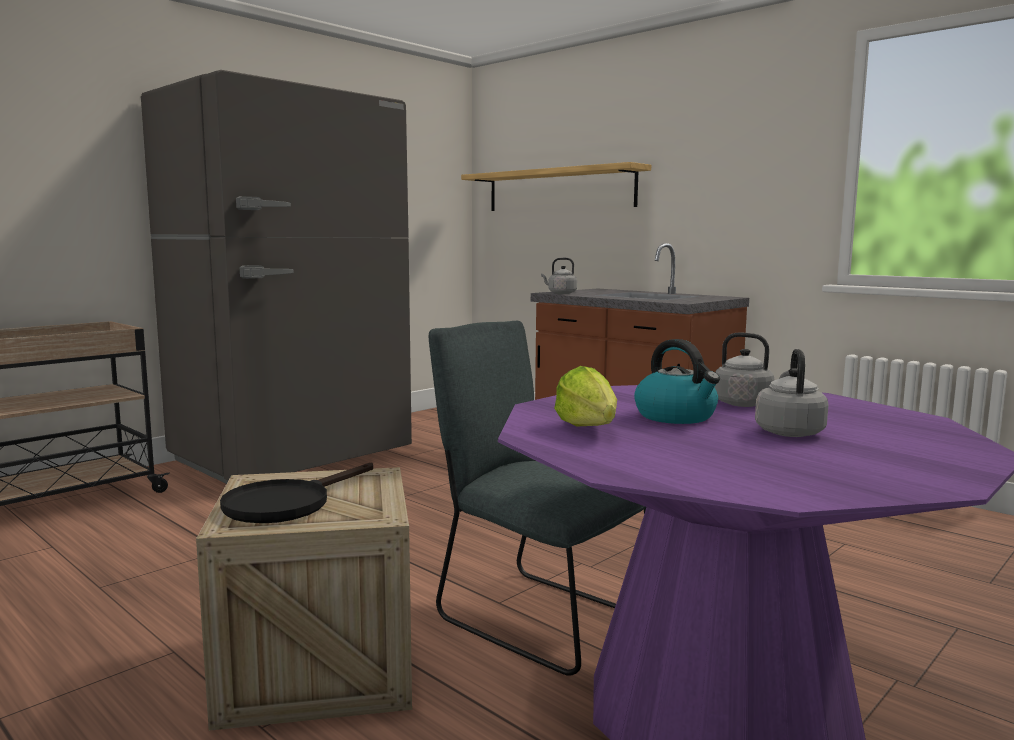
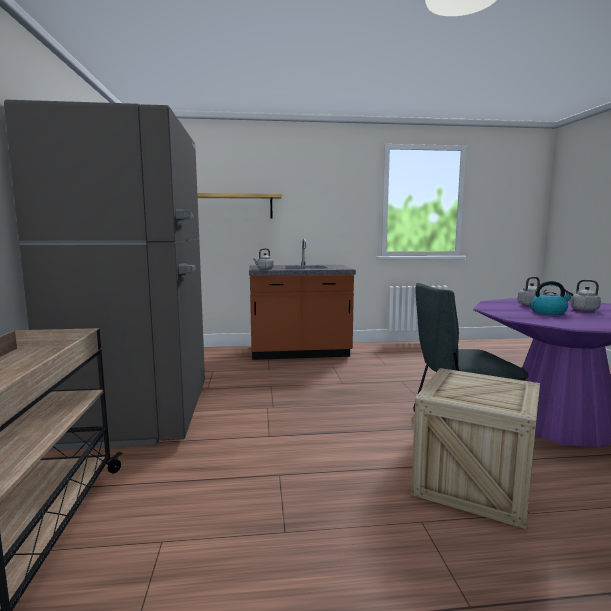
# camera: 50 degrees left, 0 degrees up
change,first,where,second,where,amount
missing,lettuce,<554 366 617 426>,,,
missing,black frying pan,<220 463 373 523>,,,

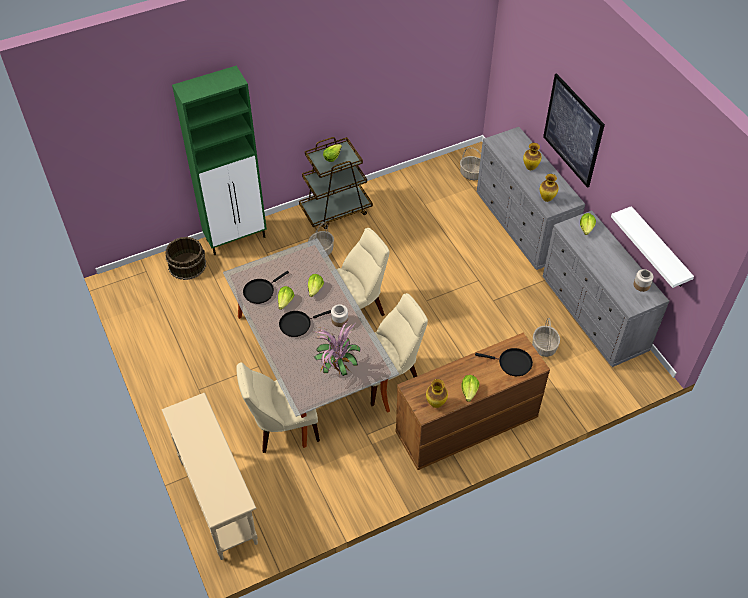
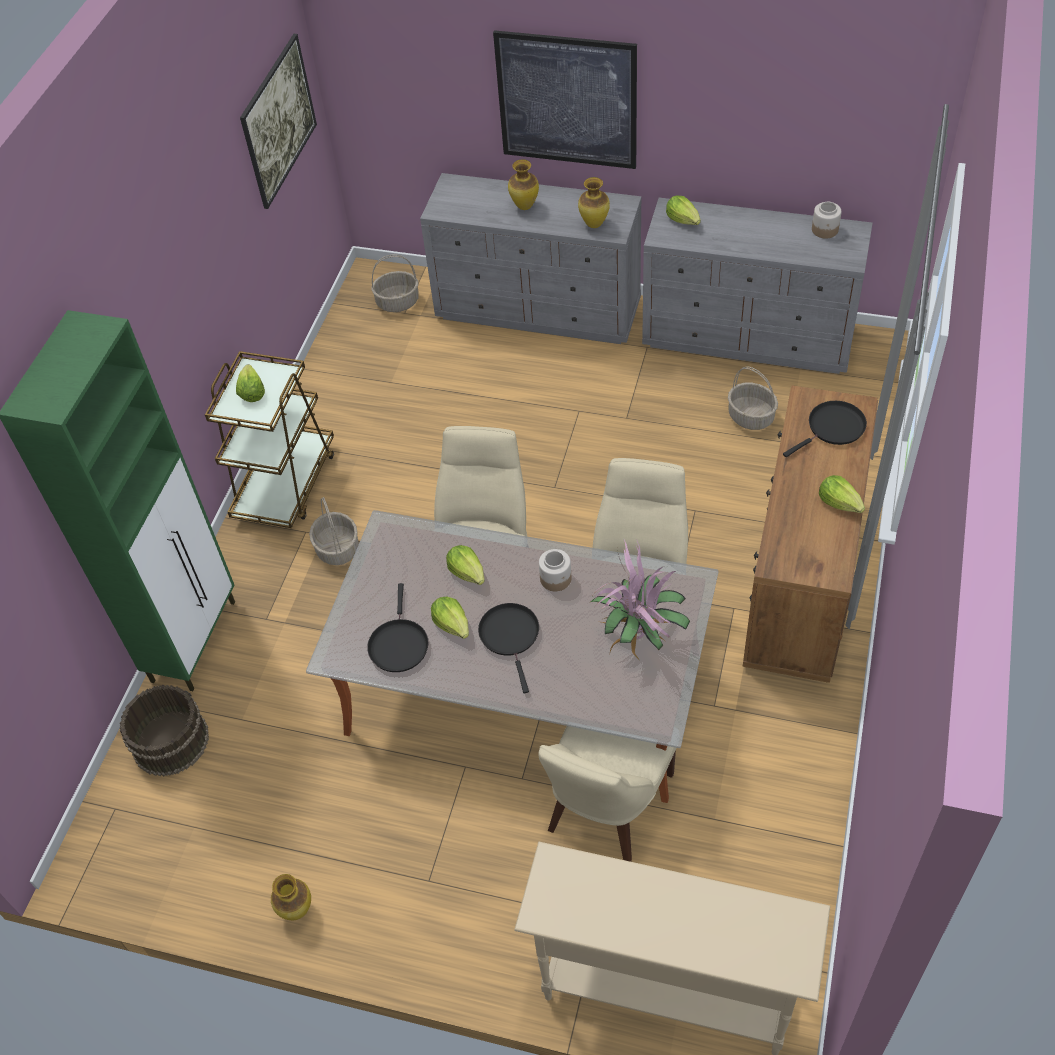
# camera: 45 degrees left, 0 degrees up
change,first,where,second,where,amount
missing,white shelf,<611 206 694 288>,,,
spun,black frying pan,<279 310 331 337>,,<478 603 539 693>,150 degrees clockwise
relocated,vase,<426 379 448 408>,,<271 874 311 920>,
appeared,,,picture,<240 34 317 209>,

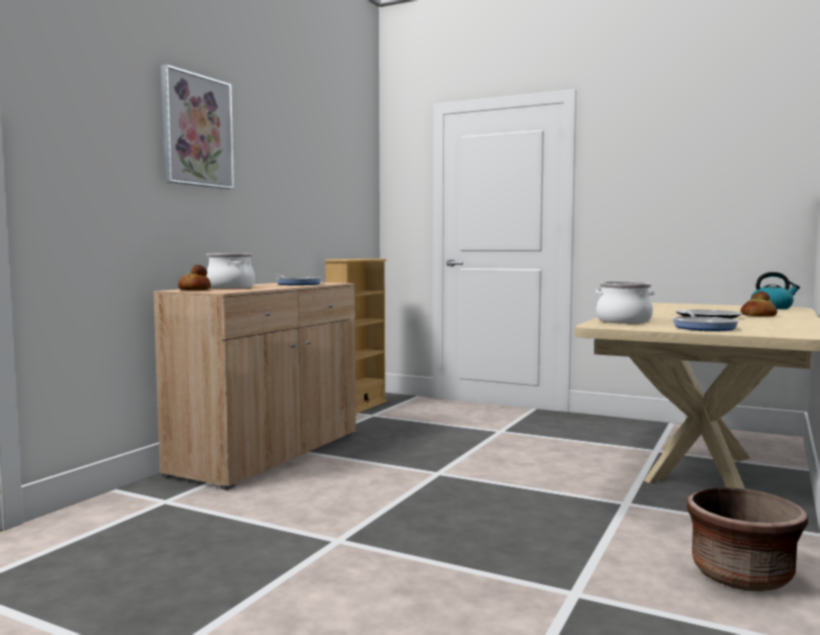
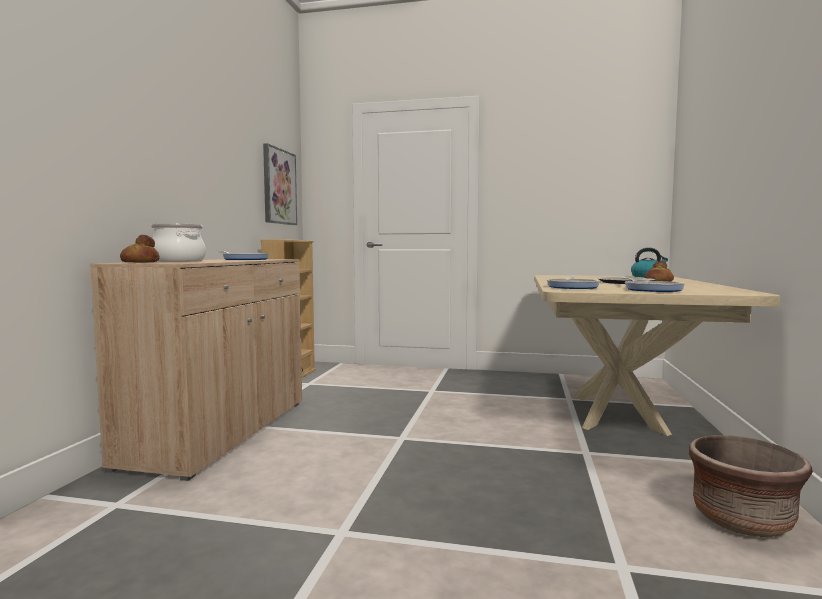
# camera: 15 degrees left, 0 degrees up
change,first,where,second,where,amount
relocated,picture,<160 64 234 189>,,<263 143 297 225>,
exchanged,cooking pot,<595 282 655 324>,frying pan,<547 276 600 289>,

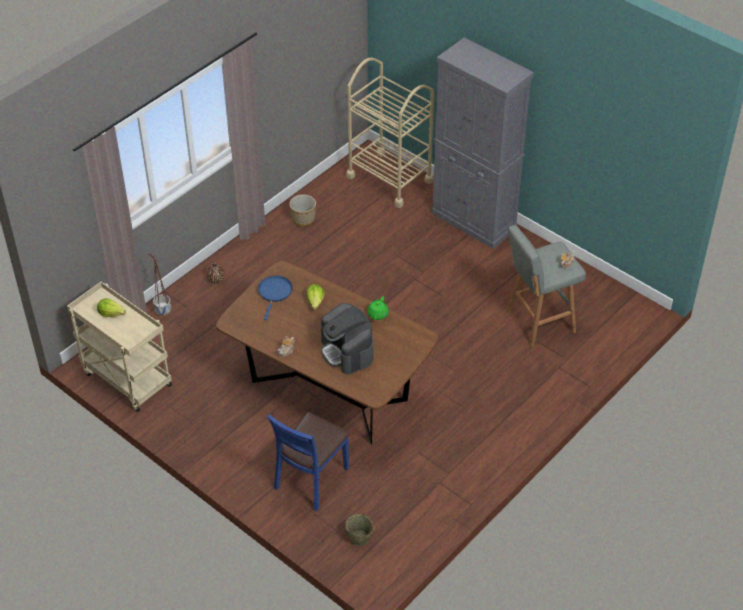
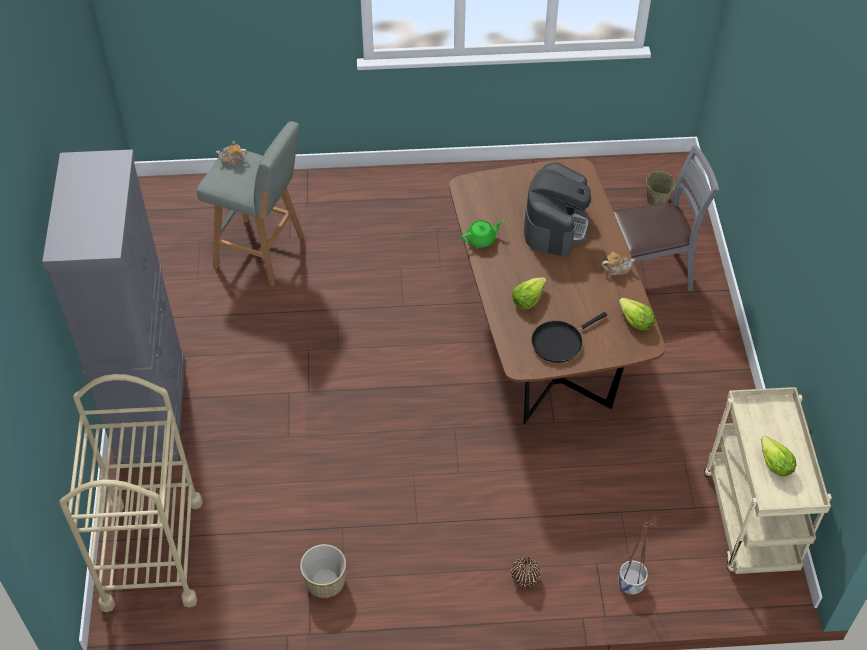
# camera: 135 degrees left, 5 degrees up
change,first,where,second,where,amount
colour,blue frying pan,<258 275 293 320>,black frying pan,<531 312 607 363>,
colour,blue chair,<267 412 350 511>,grey chair,<613 145 719 291>,
appeared,,,lettuce,<619 297 655 331>,

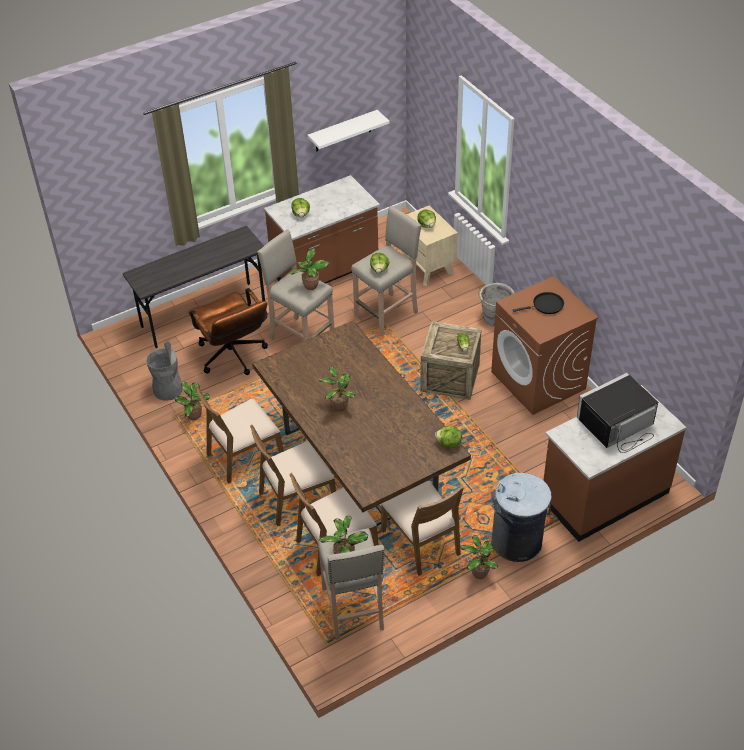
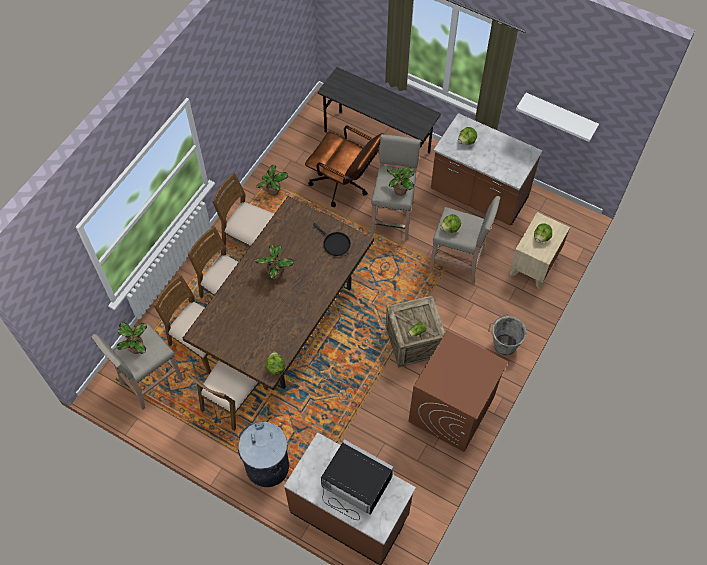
# camera: 60 degrees right, 15 degrees up
change,first,where,second,where,amount
spun,brown office chair,<188 288 268 375>,,<305 126 383 207>,90 degrees counterclockwise
relocated,black frying pan,<513 292 564 314>,,<313 223 351 256>,
missing,grey trash can,<146 342 183 401>,,,
missing,potted plant,<461 535 498 579>,,,

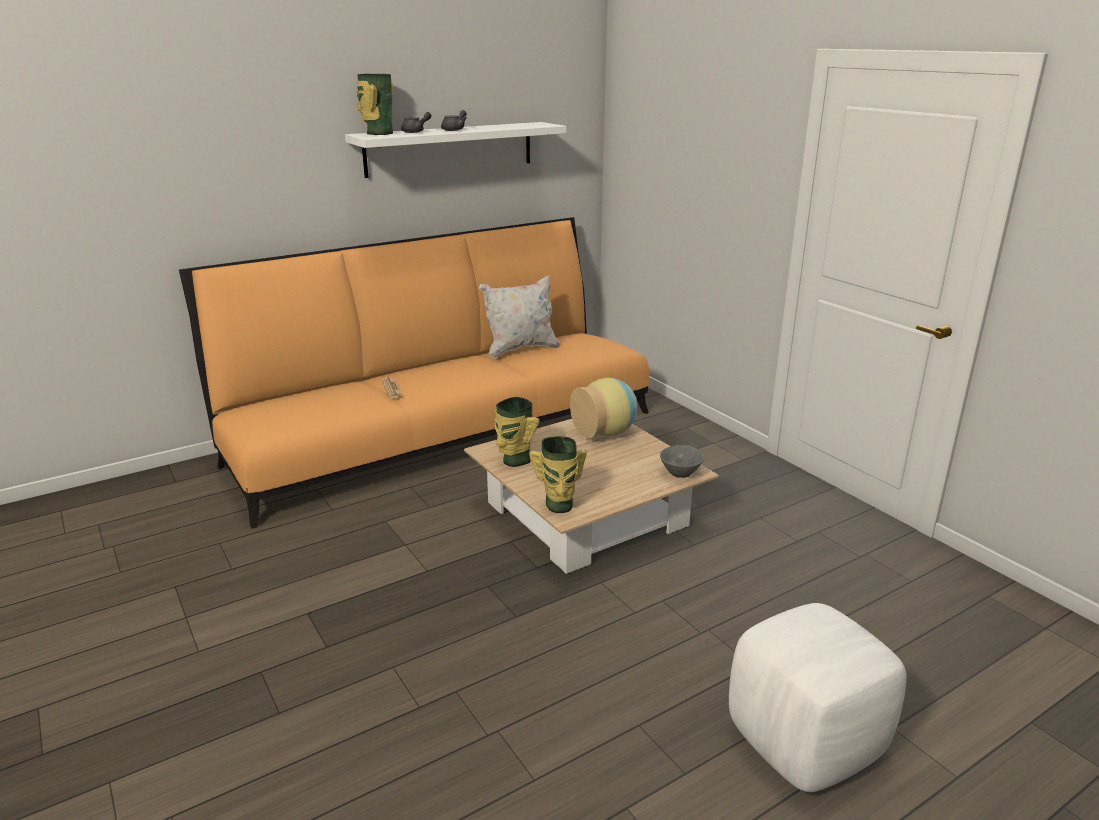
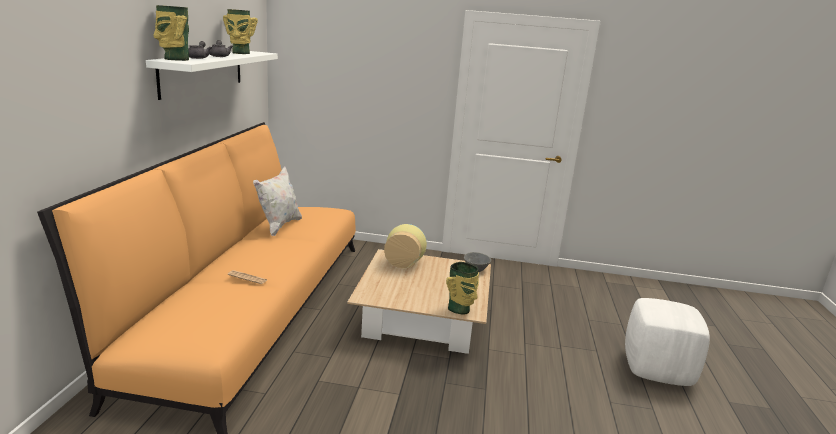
# camera: 50 degrees left, 5 degrees down
change,first,where,second,where,amount
relocated,vase,<495 397 539 467>,,<223 9 258 54>,

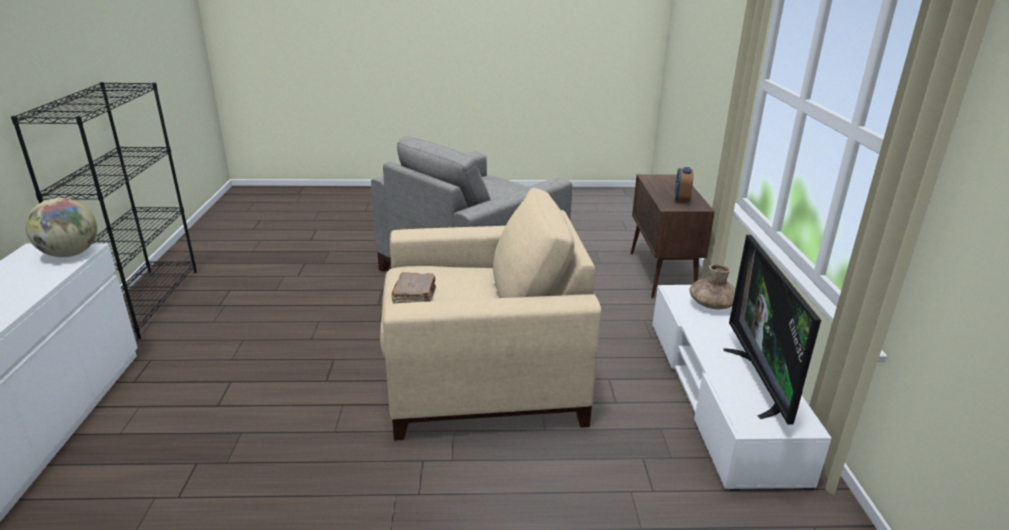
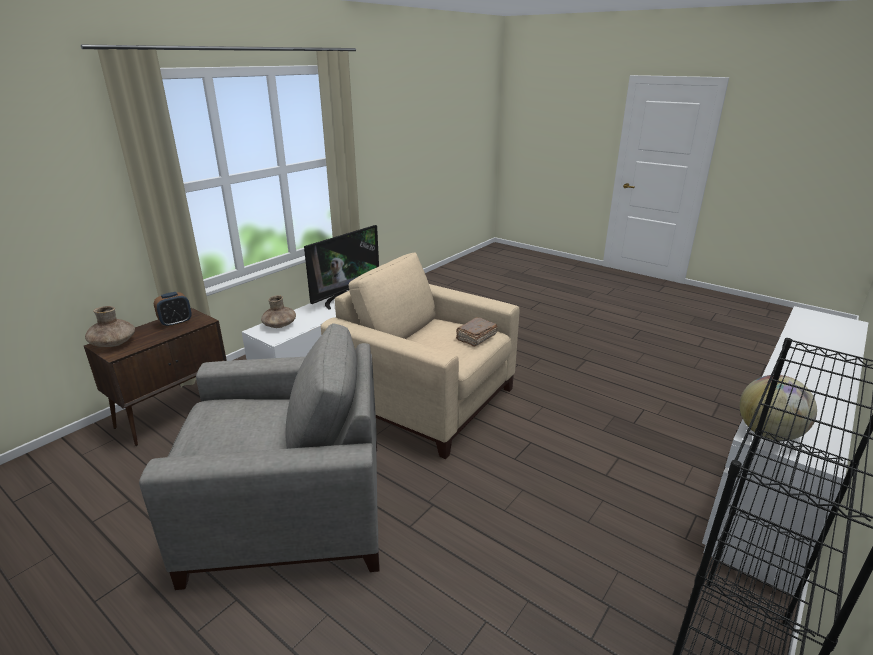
# camera: 140 degrees left, 0 degrees up
change,first,where,second,where,amount
appeared,,,brown vase,<85 306 135 347>,

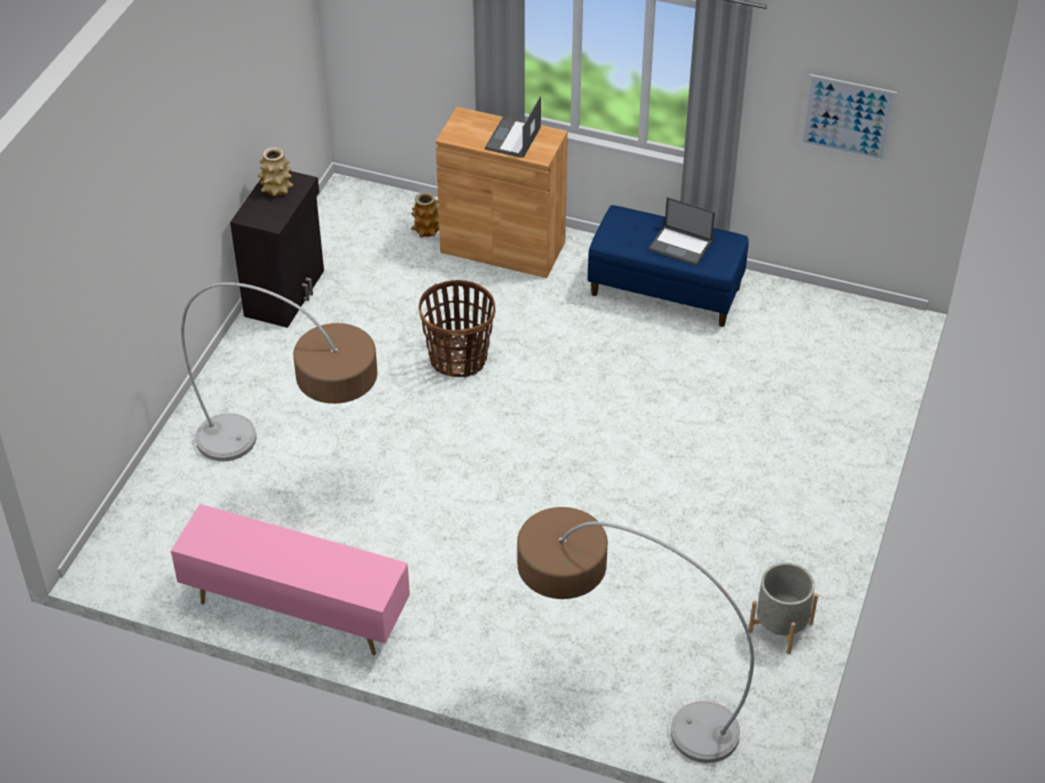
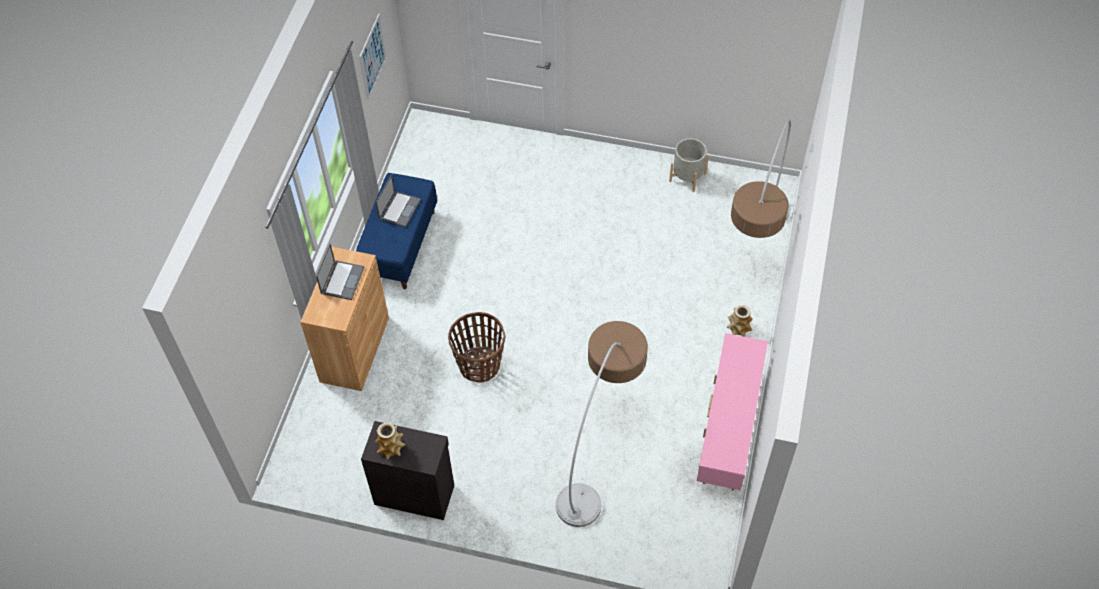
# camera: 95 degrees left, 10 degrees up
change,first,where,second,where,amount
spun,laptop,<485 96 541 158>,,<316 244 365 300>,90 degrees counterclockwise
relocated,vase,<411 192 439 237>,,<727 305 753 337>,

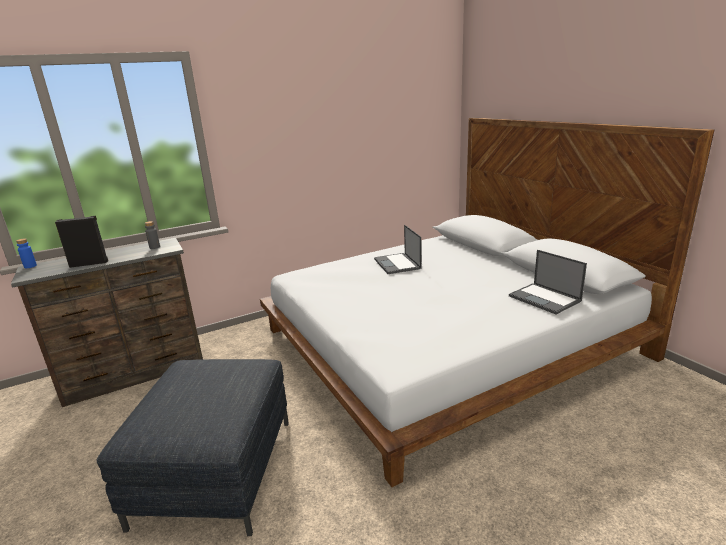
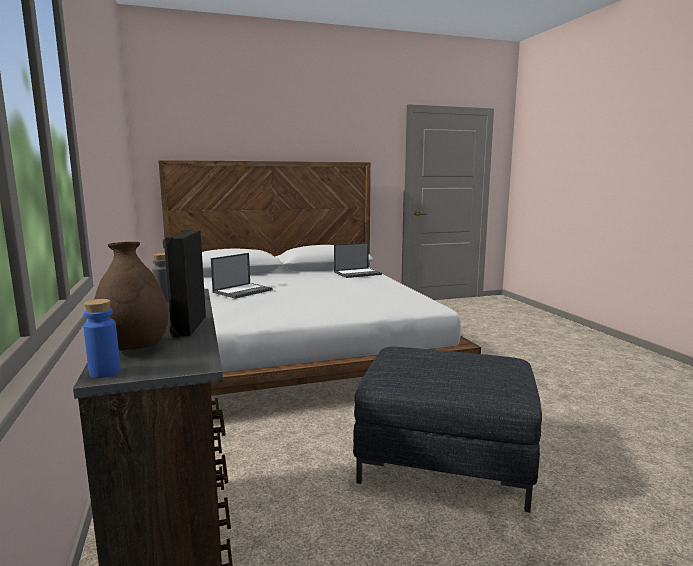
# camera: 80 degrees left, 10 degrees down
change,first,where,second,where,amount
spun,laptop,<374 225 421 274>,,<211 253 273 298>,45 degrees counterclockwise
appeared,,,brown vase,<94 242 168 351>,

